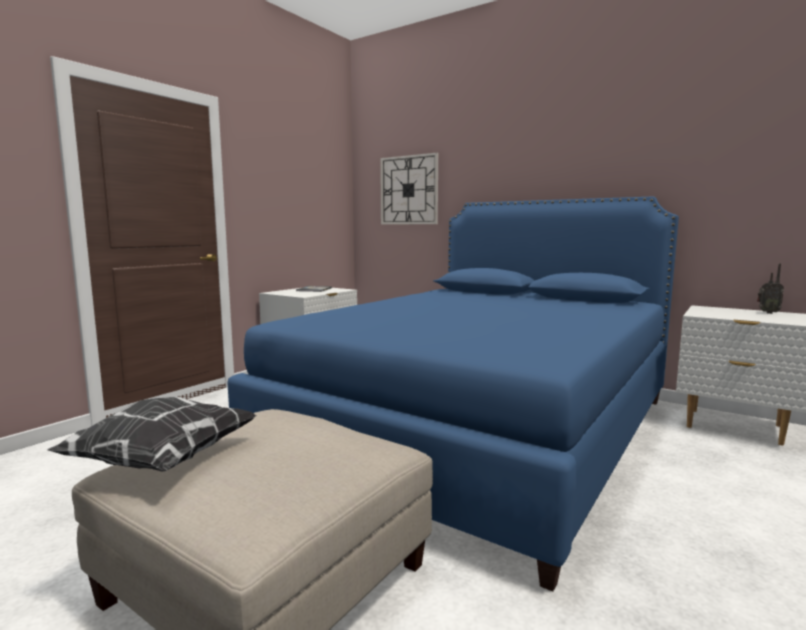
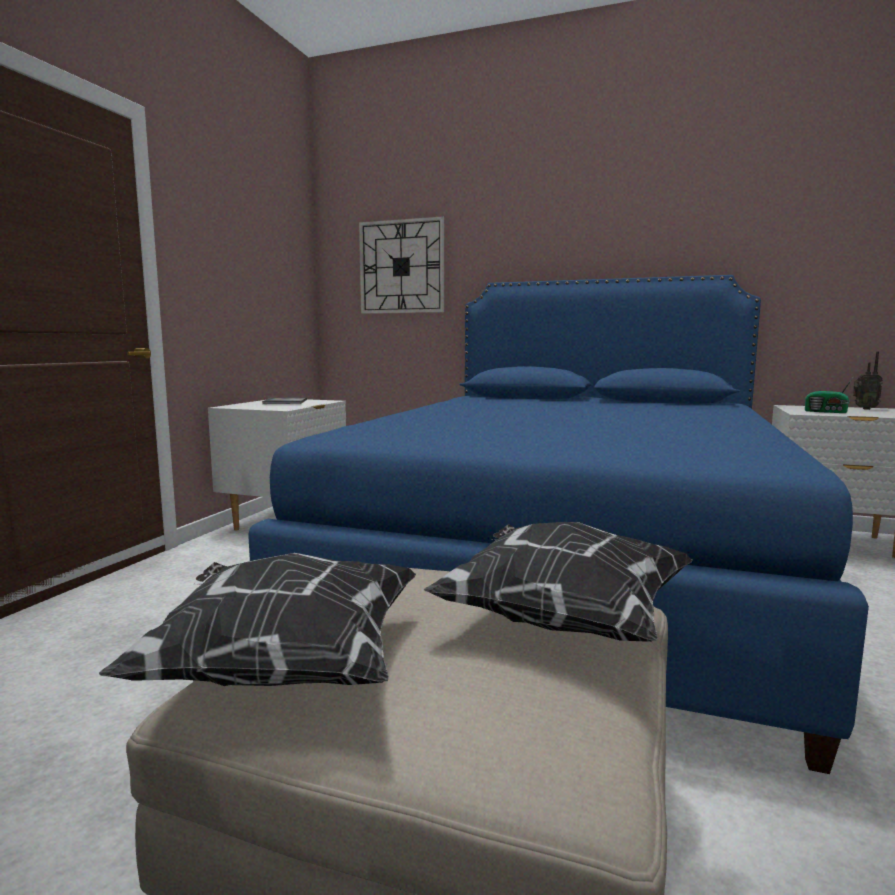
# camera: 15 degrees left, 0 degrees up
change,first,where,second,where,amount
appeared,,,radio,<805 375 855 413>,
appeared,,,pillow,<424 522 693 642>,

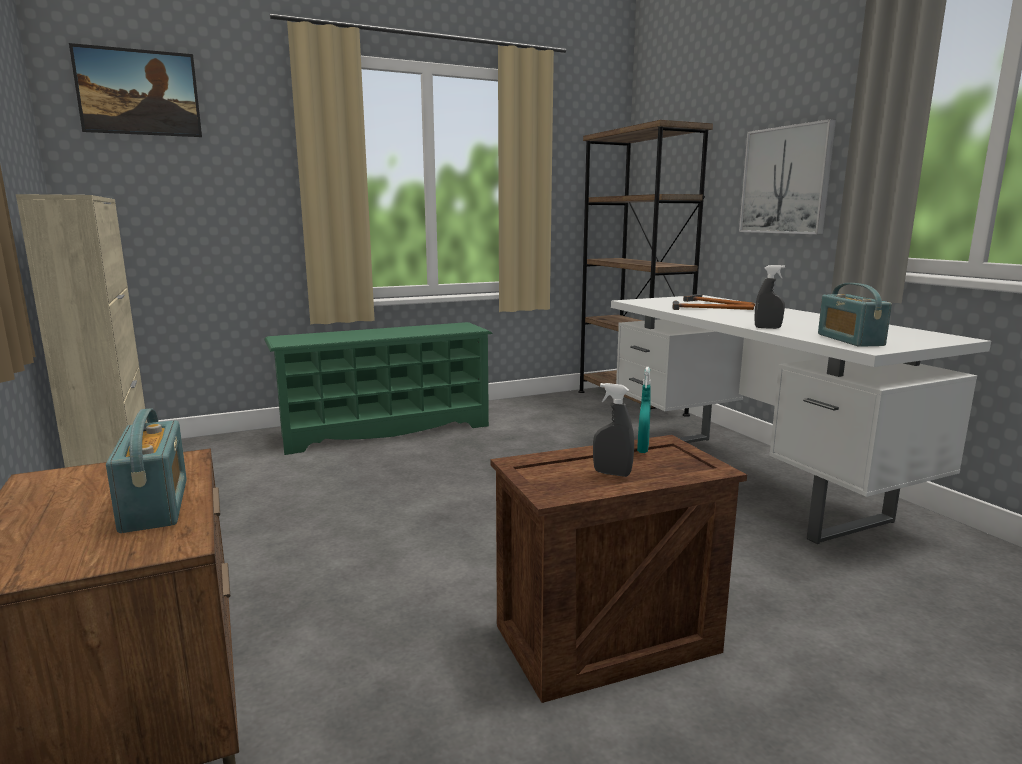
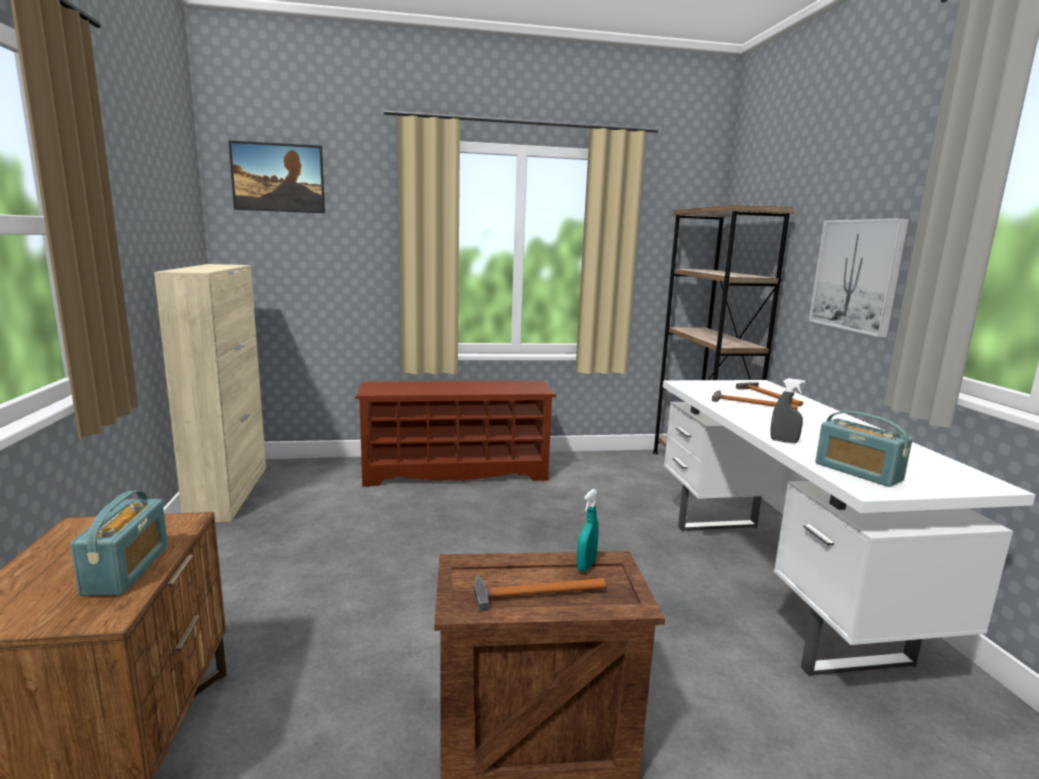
# camera: 15 degrees right, 0 degrees up
change,first,where,second,where,amount
spun,radio,<818 283 892 347>,,<815 411 912 487>,45 degrees counterclockwise
colour,green shoe rack,<264 322 493 455>,brown shoe rack,<355 381 557 486>,
exchanged,grey spray bottle,<593 383 634 477>,hammer,<474 574 607 612>,

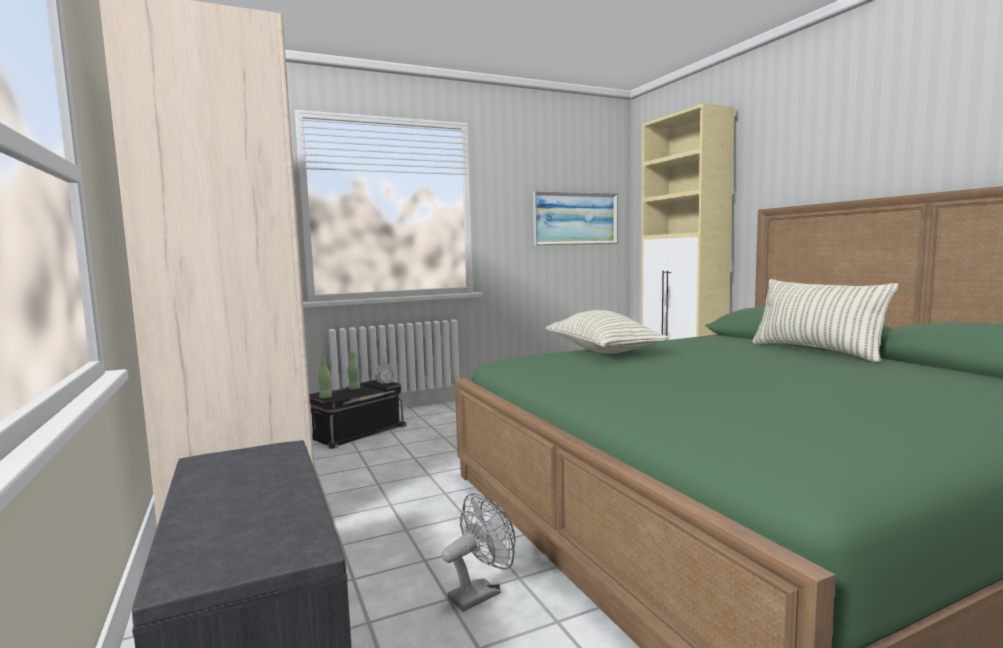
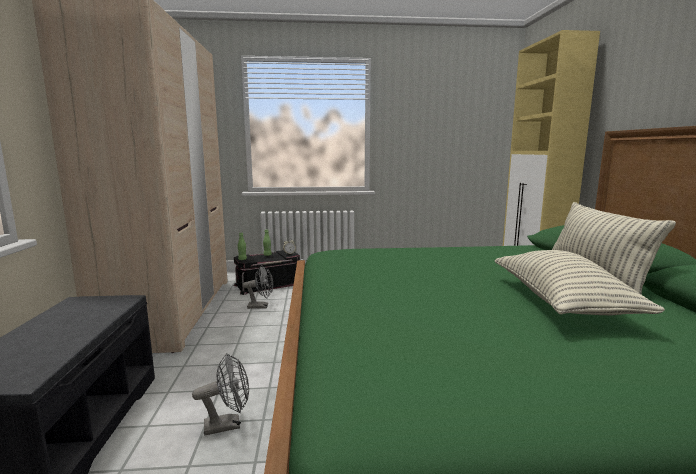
# camera: 20 degrees right, 5 degrees up
change,first,where,second,where,amount
missing,picture,<533 191 618 245>,,,
relocated,pillow,<546 310 668 354>,,<495 250 665 315>,
appeared,,,grey fan,<242 265 273 309>,

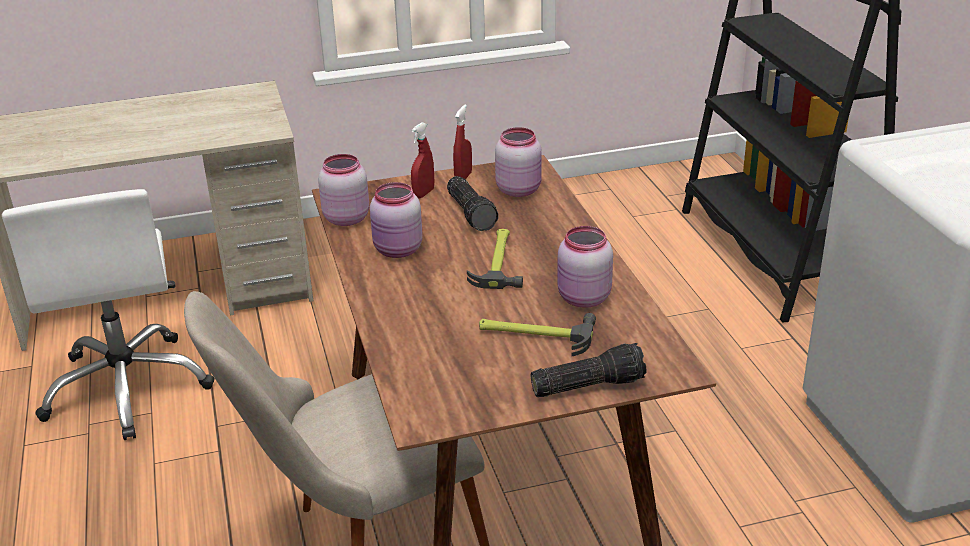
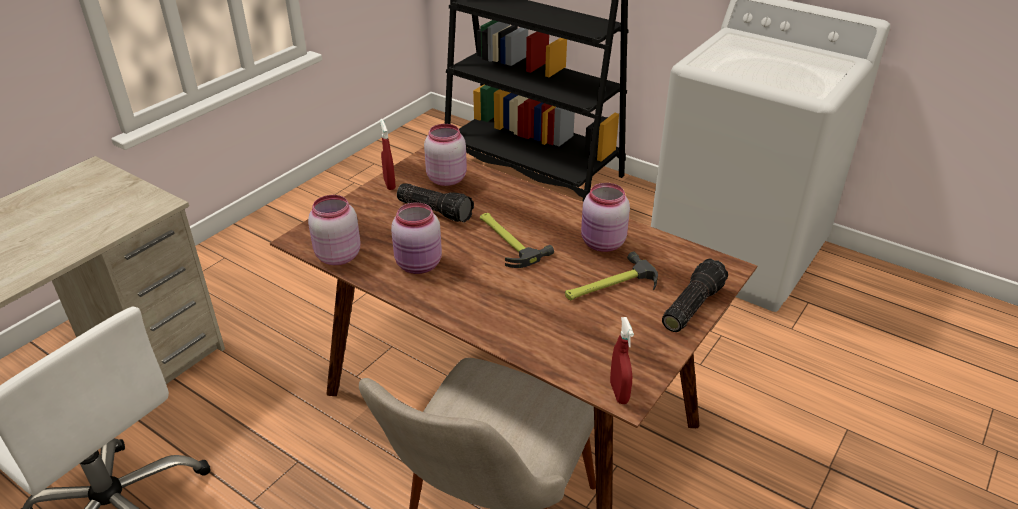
# camera: 40 degrees left, 5 degrees up
change,first,where,second,where,amount
relocated,red spray bottle,<411 122 434 199>,,<610 317 634 404>,

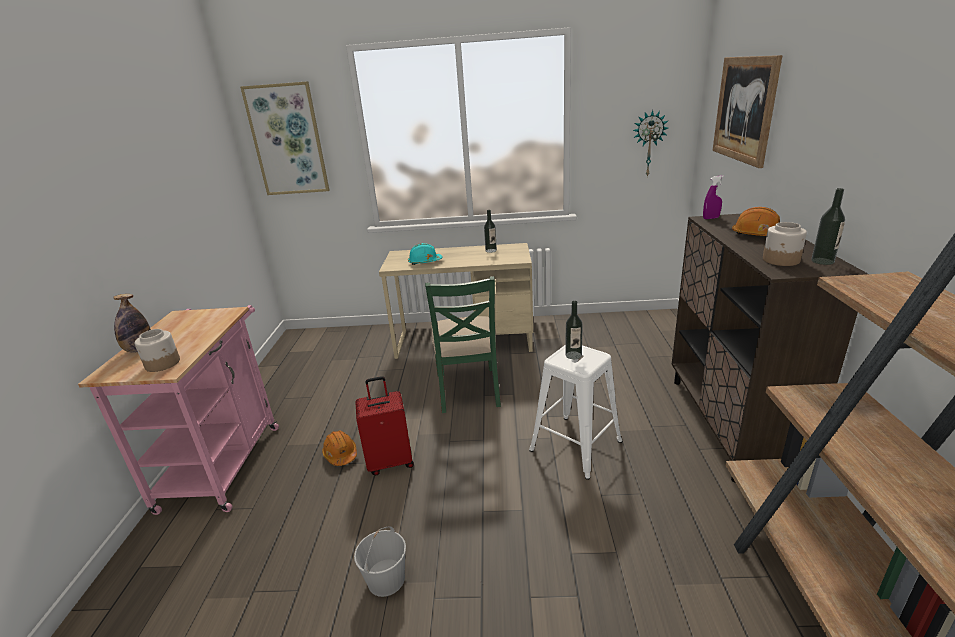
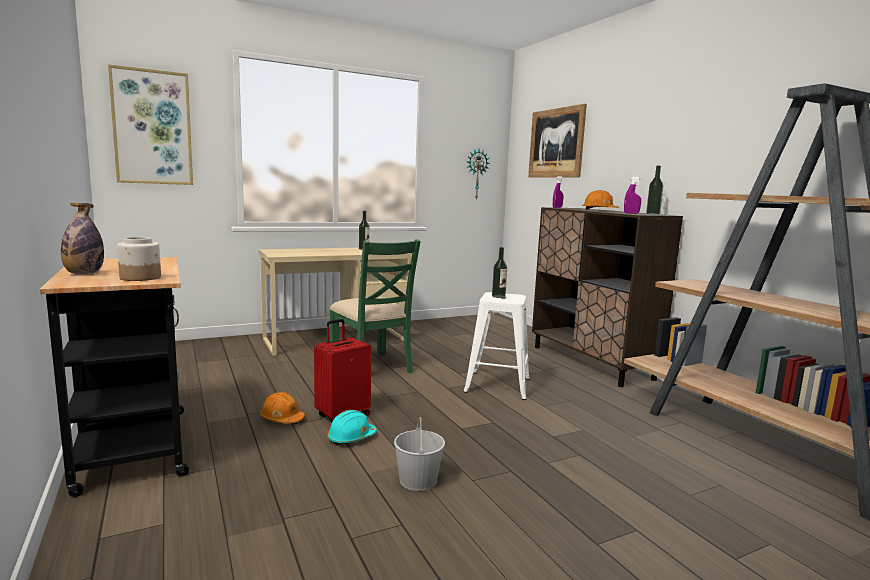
# camera: 30 degrees left, 15 degrees down
change,first,where,second,where,amount
exchanged,jar,<763 222 807 266>,purple spray bottle,<624 177 642 214>,
relocated,turquoise hard hat,<408 243 443 265>,,<327 410 377 445>,
colour,pink cart,<78 305 279 515>,black cart,<39 257 189 497>,

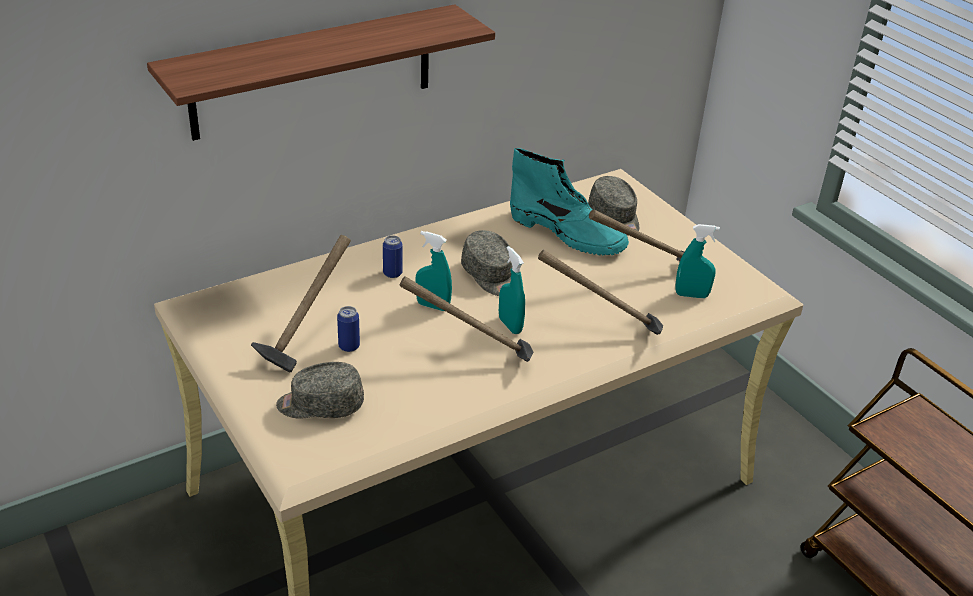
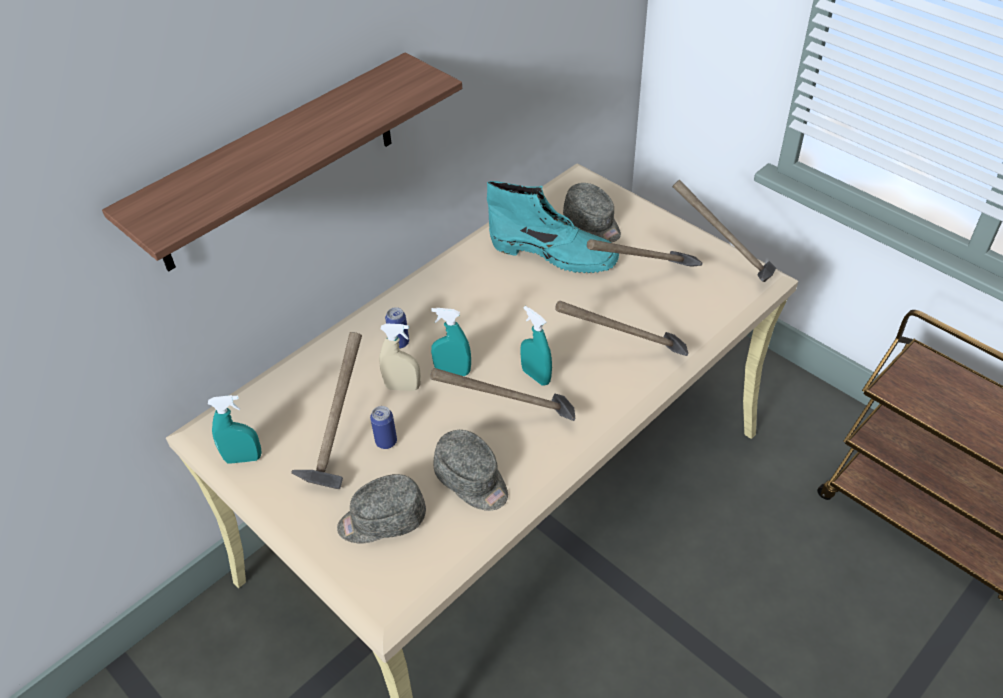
# camera: 10 degrees left, 10 degrees up
change,first,where,second,where,amount
relocated,turquoise spray bottle,<676 224 720 298>,,<208 395 262 464>,
relocated,grey cap,<461 230 513 296>,,<433 430 508 511>,
appeared,,,hammer,<672 180 776 282>,
appeared,,,beige spray bottle,<379 324 421 391>,

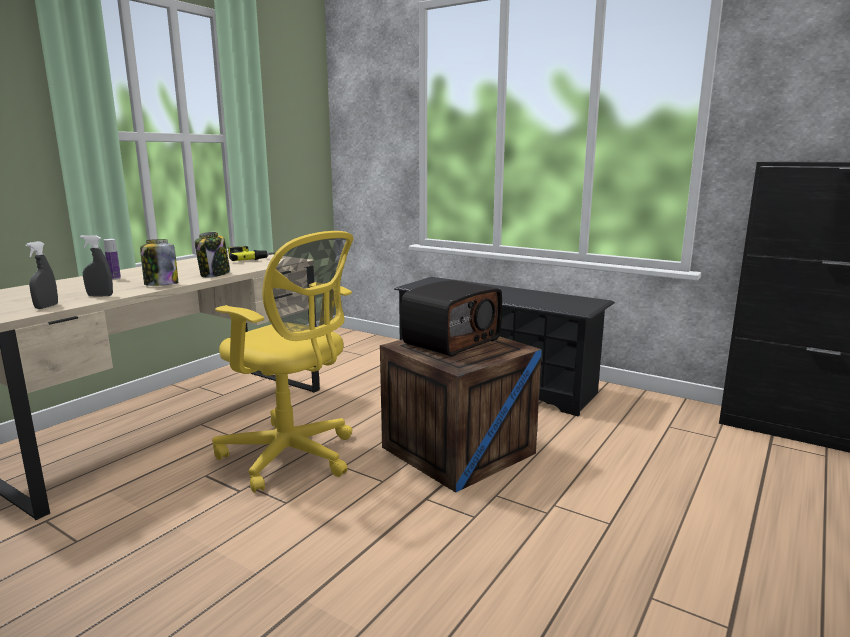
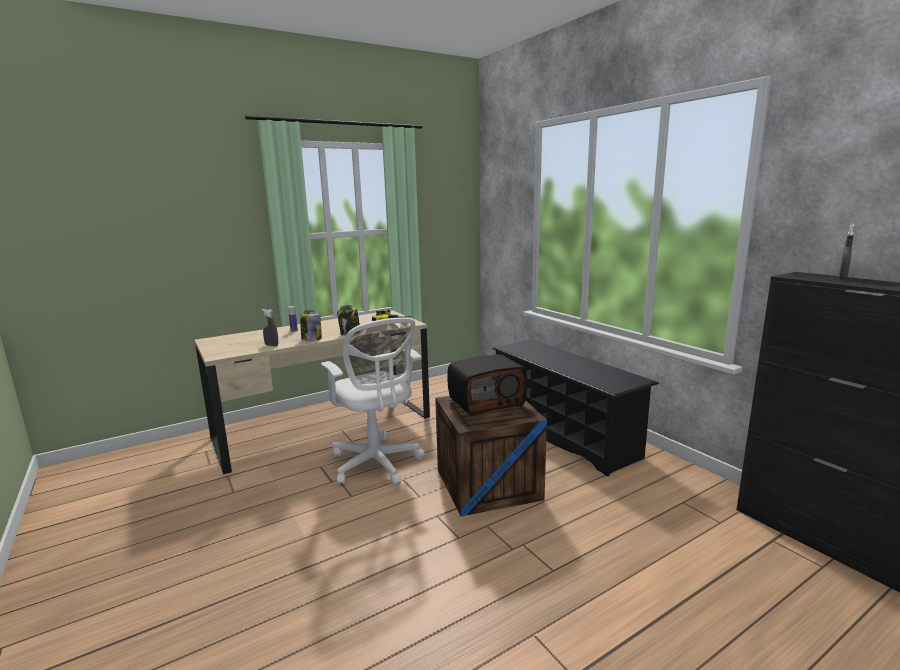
# camera: 25 degrees right, 0 degrees up
change,first,where,second,where,amount
colour,yellow office chair,<212 231 353 493>,white office chair,<321 318 425 486>,
relocated,grey spray bottle,<25 241 58 309>,,<839 223 855 279>,

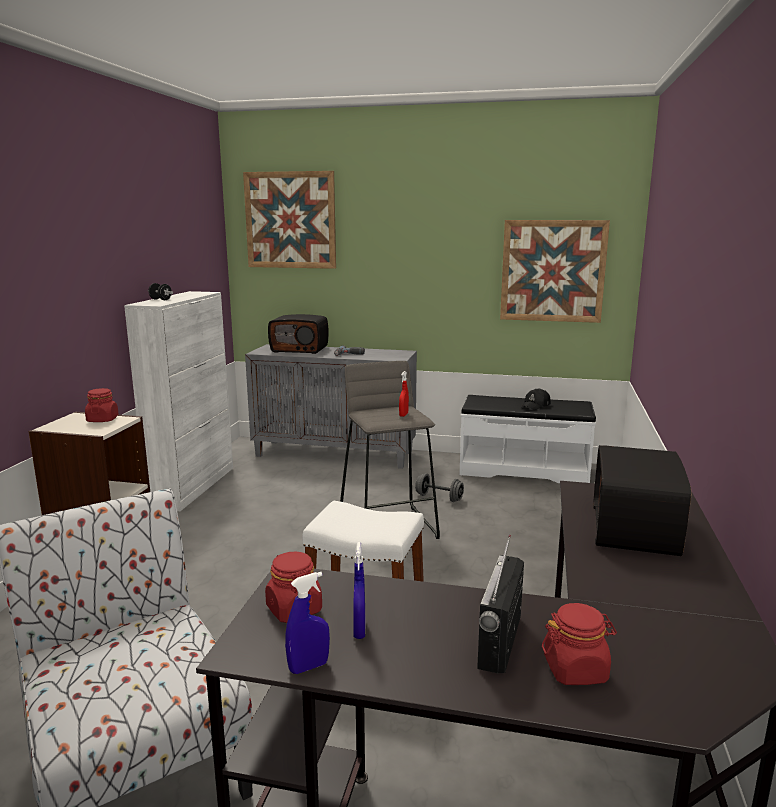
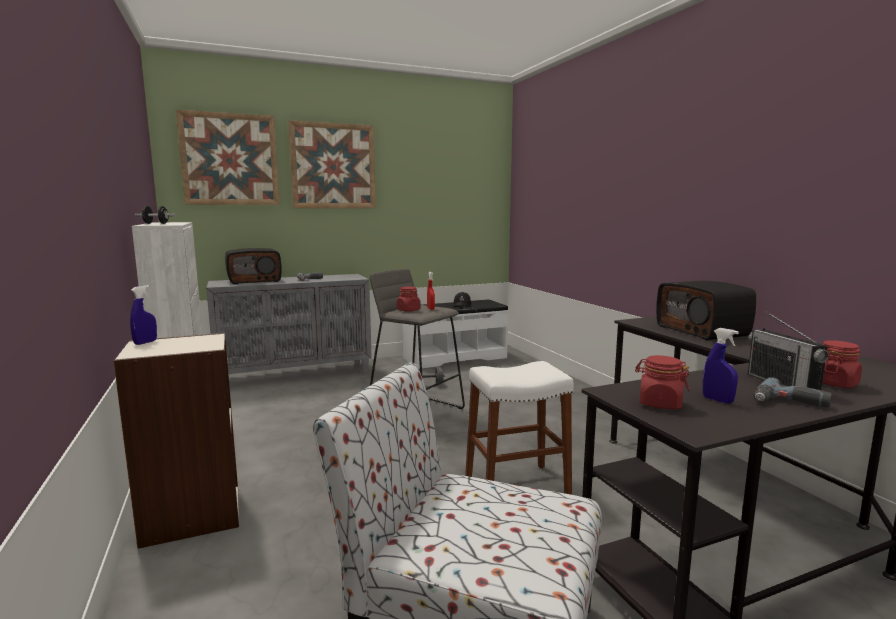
# camera: 35 degrees left, 5 degrees down
change,first,where,second,where,amount
relocated,picture,<500 220 610 323>,,<288 120 376 208>,
relocated,red jar,<85 388 119 422>,,<397 286 421 312>,
relocated,blue spray bottle,<285 572 330 674>,,<130 285 157 345>,
appeared,,,power drill,<754 377 832 408>,

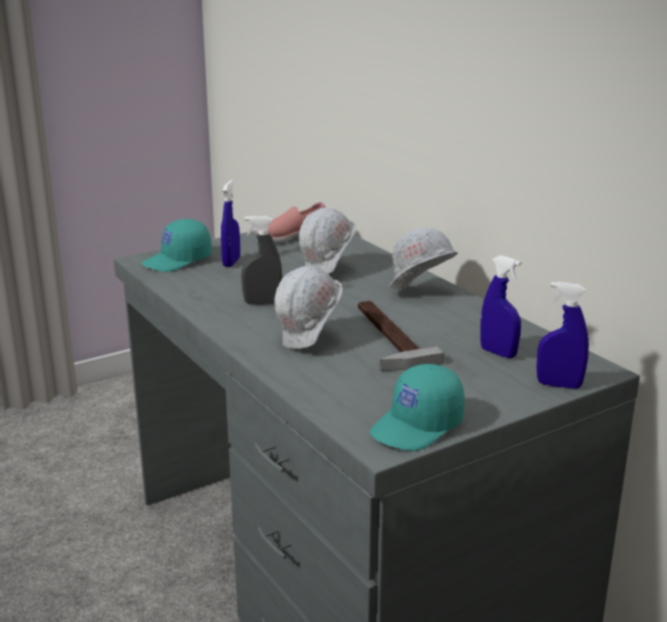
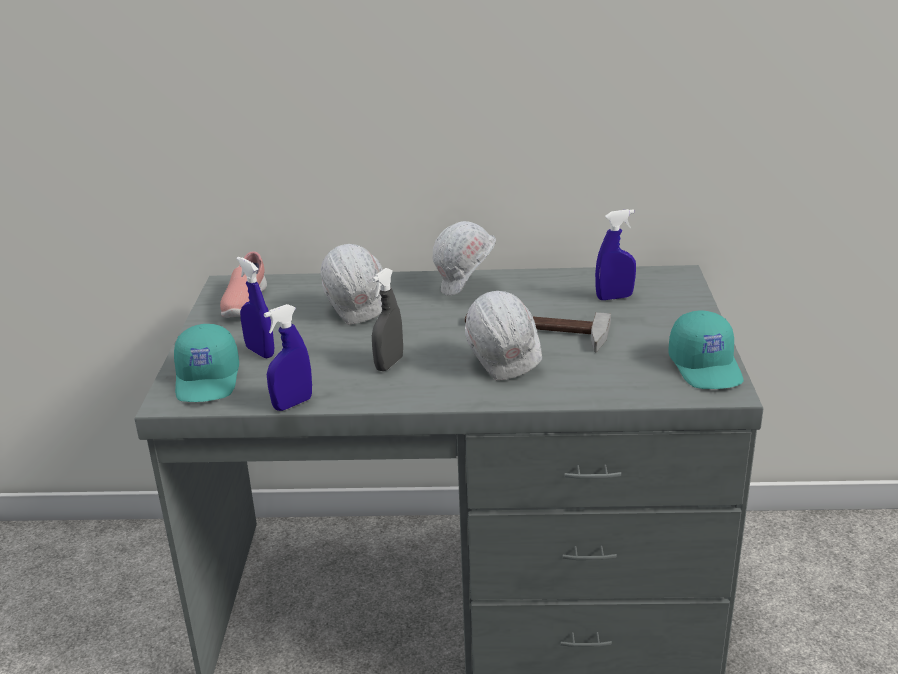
# camera: 55 degrees left, 5 degrees up
change,first,where,second,where,amount
relocated,blue spray bottle,<537 282 589 389>,,<264 304 312 411>,

